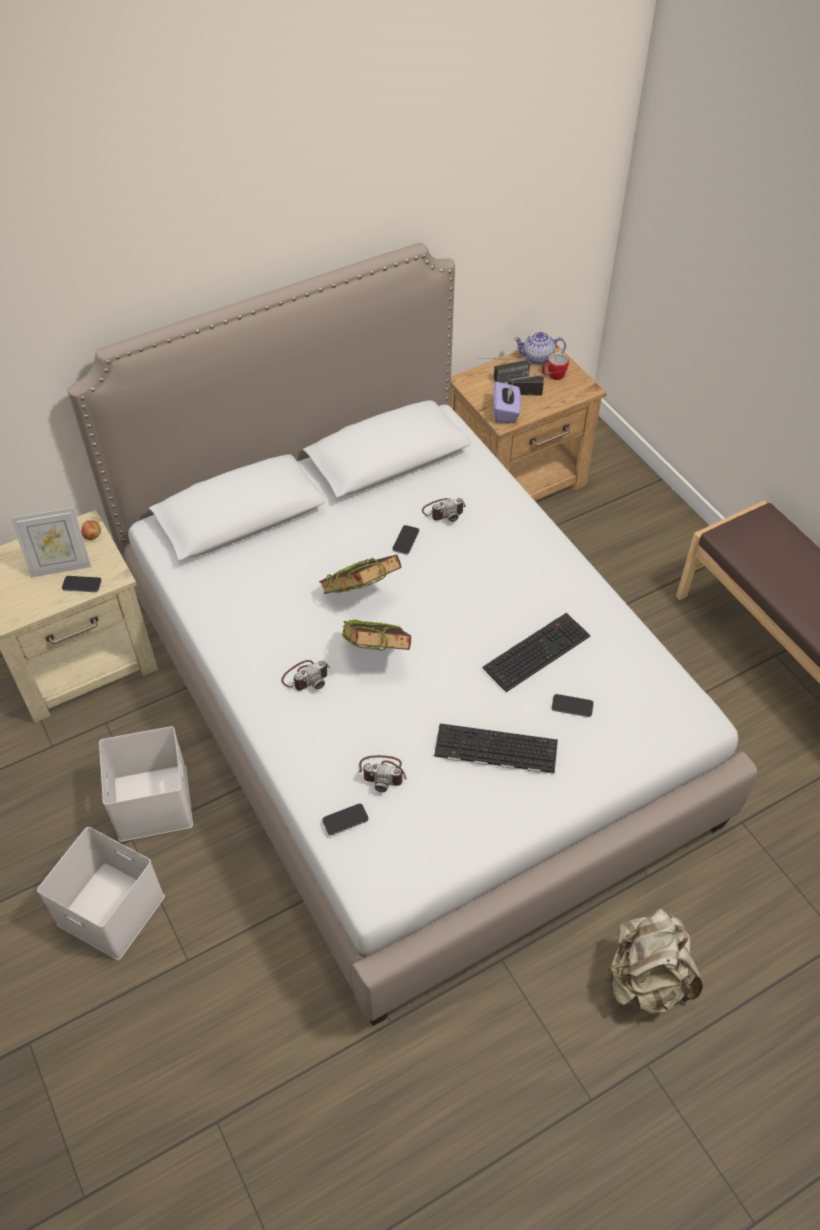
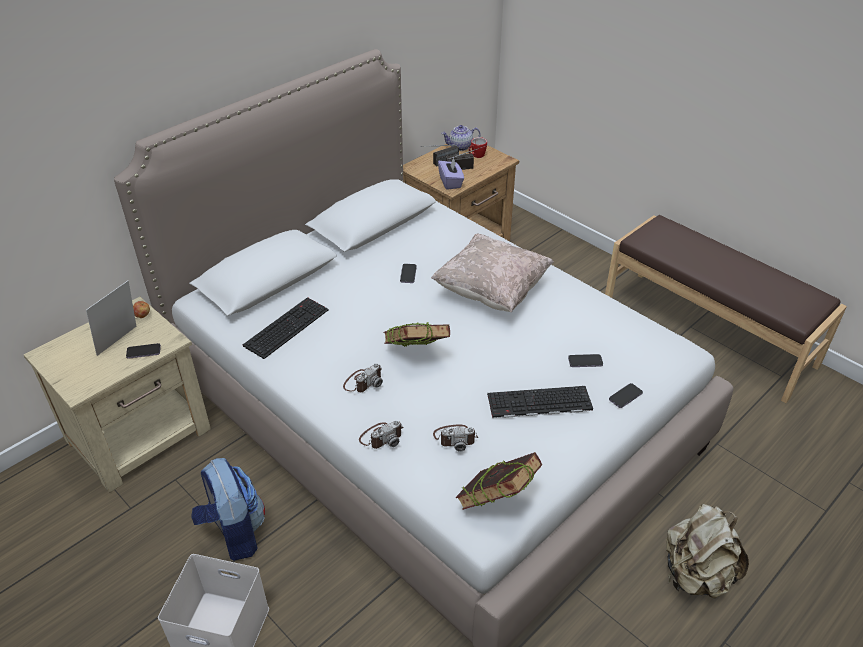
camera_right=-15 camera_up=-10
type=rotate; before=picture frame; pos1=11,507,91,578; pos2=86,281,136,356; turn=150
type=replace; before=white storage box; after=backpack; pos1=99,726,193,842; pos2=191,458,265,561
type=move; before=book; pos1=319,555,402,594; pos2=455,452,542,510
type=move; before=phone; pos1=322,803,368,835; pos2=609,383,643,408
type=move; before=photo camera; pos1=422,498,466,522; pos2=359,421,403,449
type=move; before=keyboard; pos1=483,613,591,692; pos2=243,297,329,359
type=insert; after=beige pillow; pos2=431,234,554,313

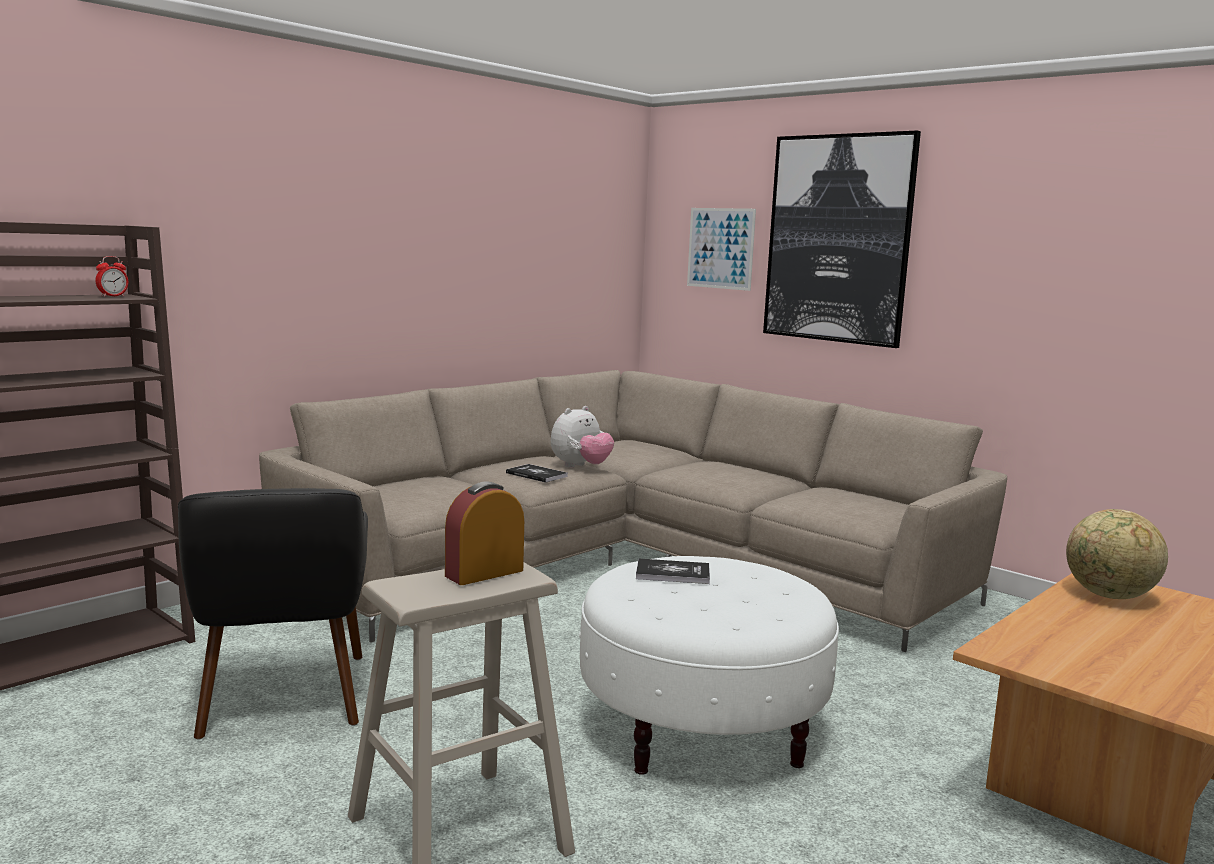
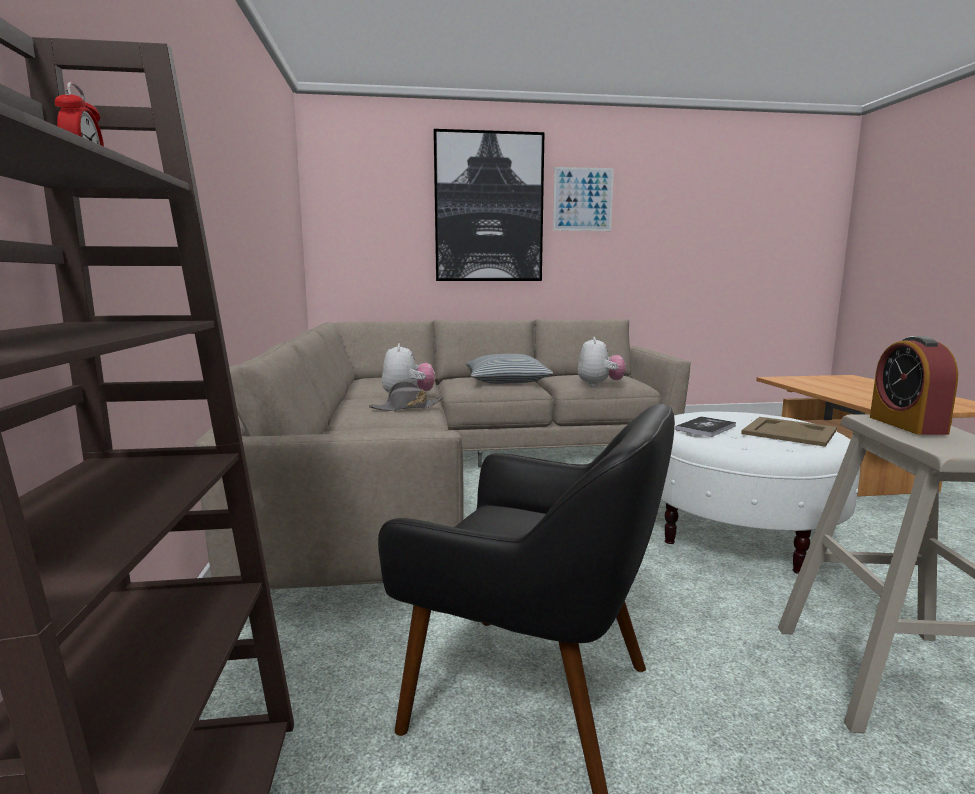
camera_right=-50 camera_up=0
type=replace; before=book; after=grey hat; pos1=506,464,568,483; pos2=369,381,443,411
type=move; before=picture; pos1=687,208,756,291; pos2=553,167,614,231
type=delete; before=globe; pos1=1066,509,1168,599
type=insert; after=pillow; pos2=466,354,553,384
type=insert; after=plush toy; pos2=577,337,626,387
type=insert; after=beige tray; pos2=741,417,837,447

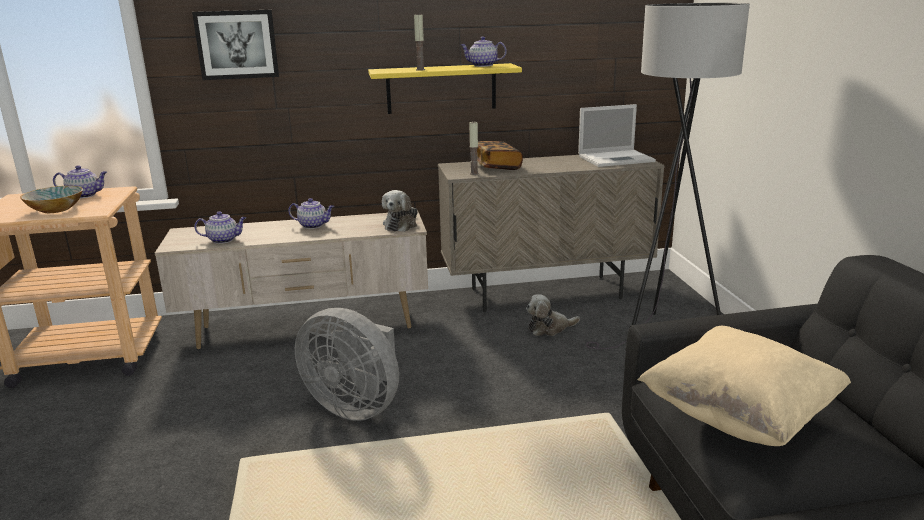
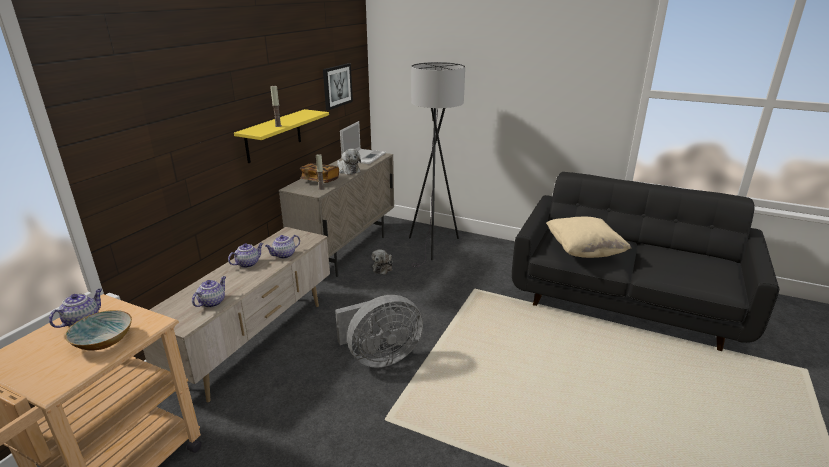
camera_right=-55 camera_up=5
type=move; before=picture; pos1=192,10,279,80; pos2=323,63,353,110
type=move; before=plush toy; pos1=382,190,418,232; pos2=337,149,361,174
type=move; before=teapot; pos1=461,37,507,67; pos2=265,235,300,259

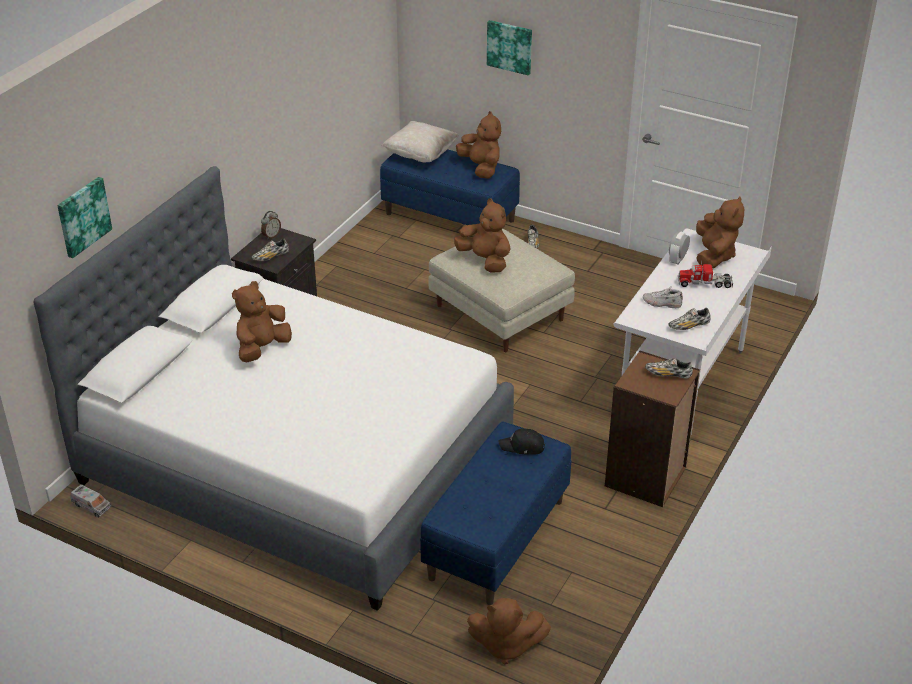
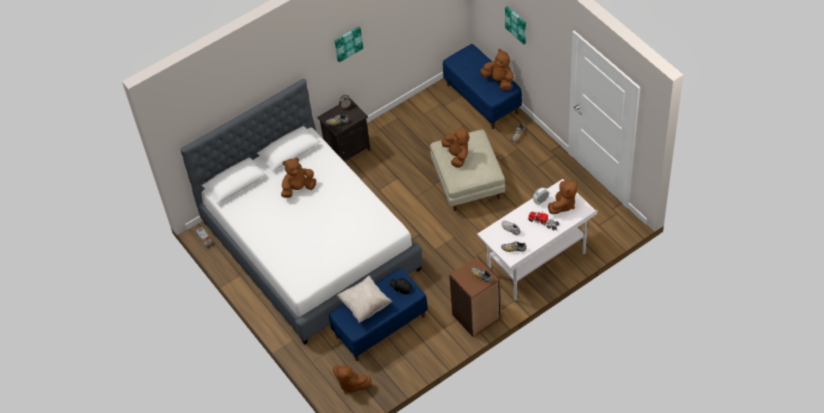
camera_right=30 camera_up=15
type=move; before=picture; pos1=57,177,112,258; pos2=334,27,363,62
type=move; before=beige pillow; pos1=382,121,459,163; pos2=337,276,393,323
type=rotate; before=brown plush toy; pos1=456,111,501,179; pos2=480,49,514,90; turn=-45

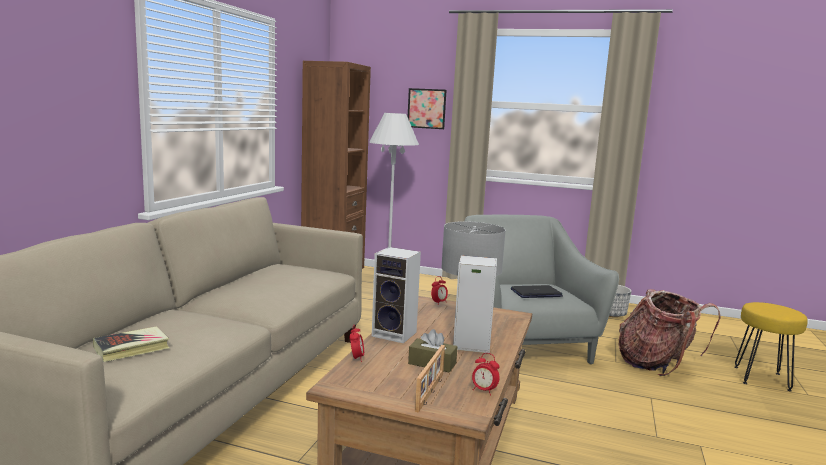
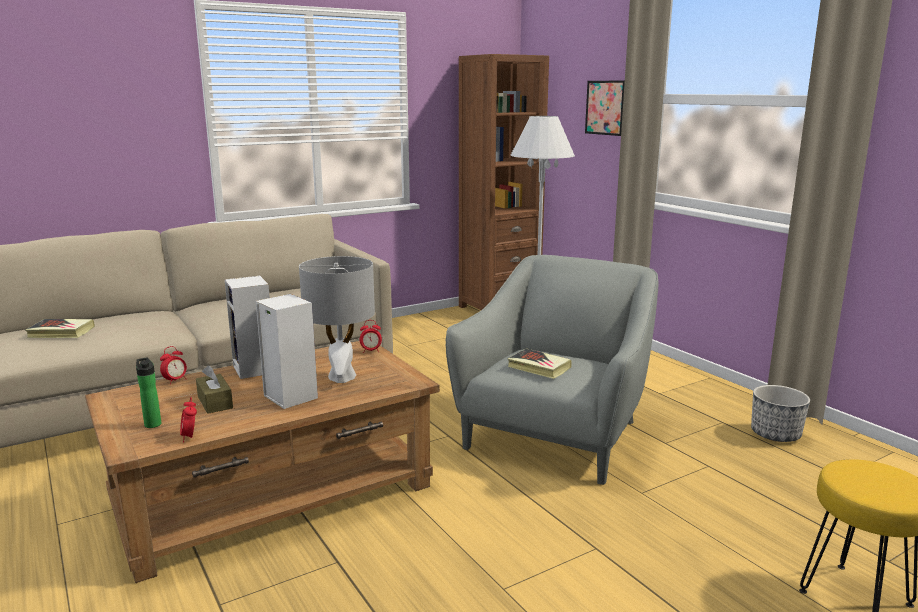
camera_right=40 camera_up=5
type=replace; before=picture frame; after=bottle; pos1=415,345,445,413; pos2=136,358,161,428
type=replace; before=laptop; after=book; pos1=511,285,563,298; pos2=508,348,572,379
type=delete; before=backpack; pos1=619,289,721,376

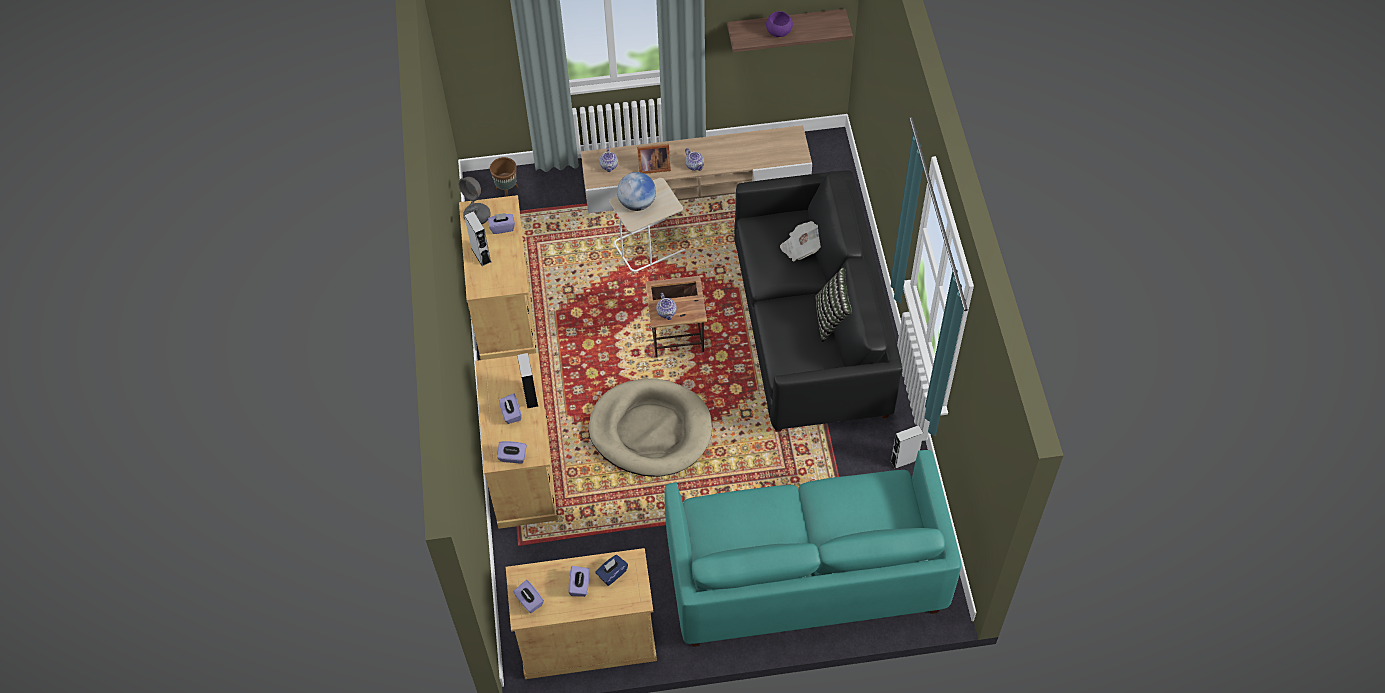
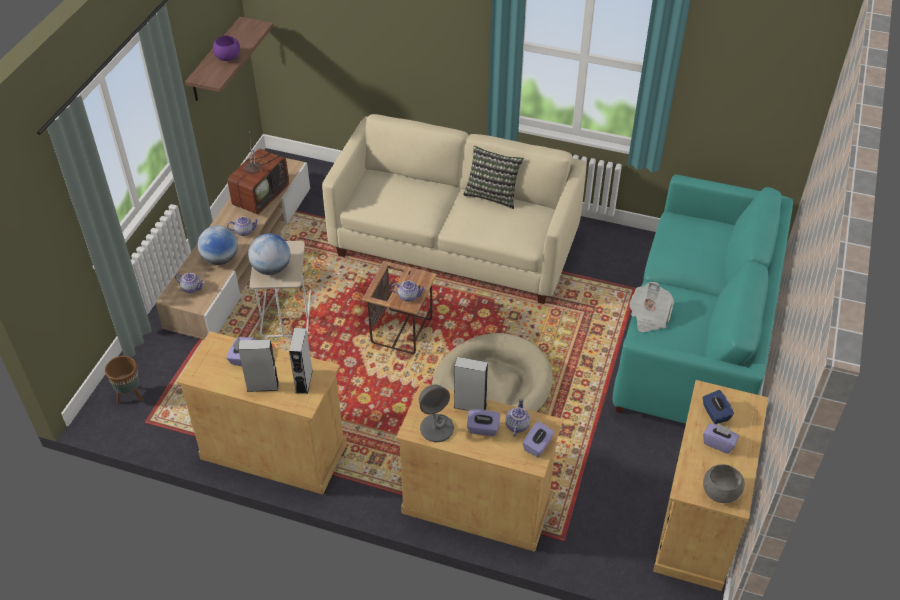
camera_right=-65 camera_up=-10
type=move; before=grey table lamp; pos1=458,177,490,224; pos2=419,384,454,442
type=replace; before=purple tissue box; after=grey bowl; pos1=513,580,544,613; pos2=703,464,745,503
type=replace; before=picture frame; after=globe; pos1=637,144,671,174; pos2=197,226,238,265
type=recolor; before=black sofa; after=beige sofa; pos1=734,170,902,432; pos2=322,114,586,304
type=move; before=newspaper; pos1=780,221,821,262; pos2=629,282,674,332
type=move; before=grey speaker; pos1=890,425,923,469; pos2=289,328,313,394
type=insert; after=television; pos2=227,138,289,215
type=insert; after=teapot; pos2=505,399,530,437

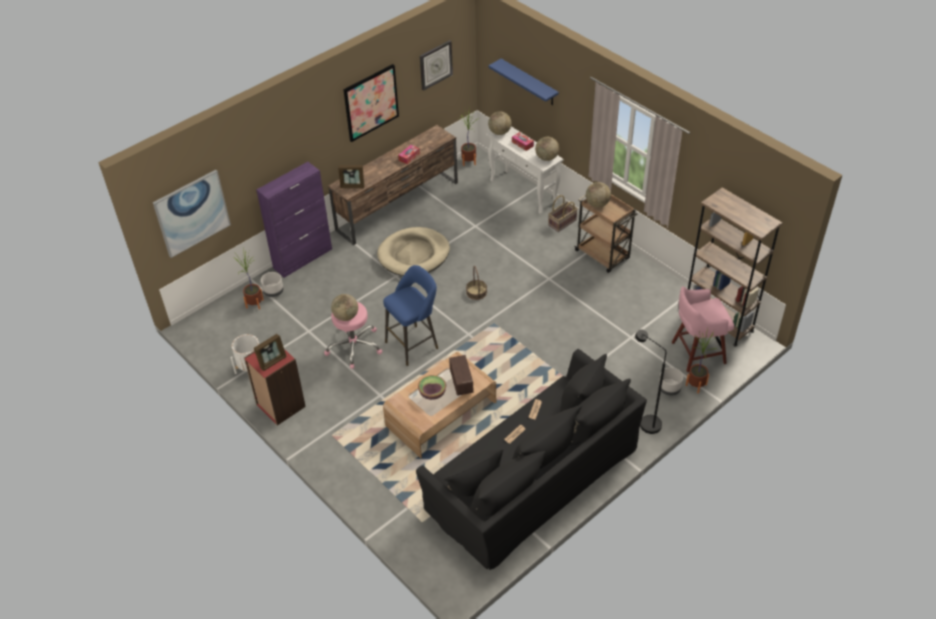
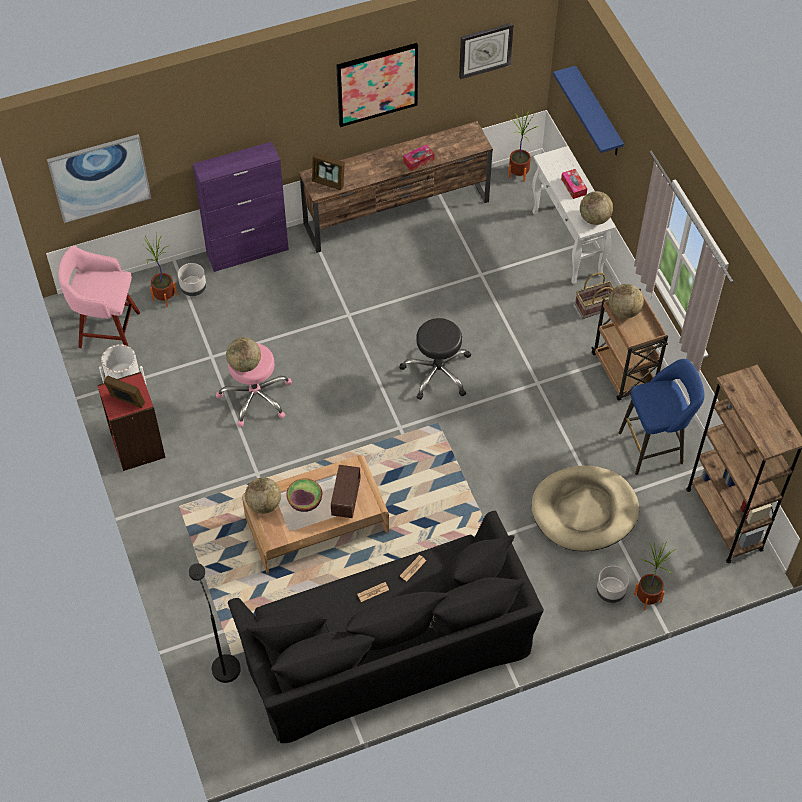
camera_right=20 camera_up=10
type=rotate; before=picture frame; pos1=254,334,287,371; pos2=104,375,145,408; turn=-135
type=move; before=beige dog bed; pos1=377,227,450,276; pos2=532,466,639,551
type=move; before=blue stool; pos1=383,265,438,366; pos2=619,359,705,475
type=replace; before=basket; after=black stool; pos1=466,266,487,300; pos2=399,318,471,400
type=move; before=globe; pos1=488,111,511,135; pos2=245,477,281,514
type=move; before=black floor lamp; pos1=635,329,666,434; pos2=189,563,241,683
type=move; before=pink stool; pos1=672,286,735,372; pos2=58,246,140,348

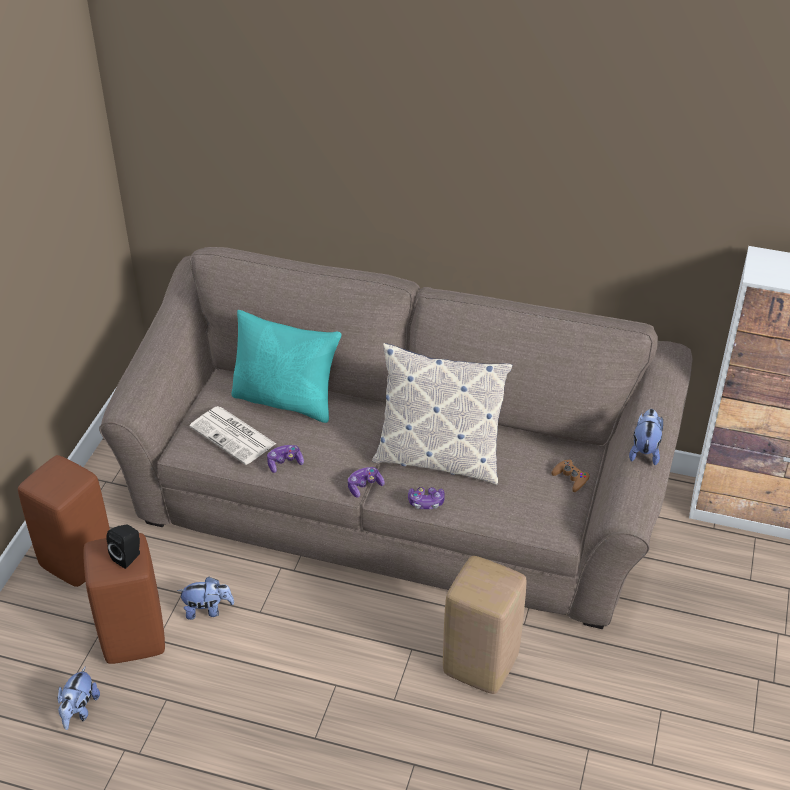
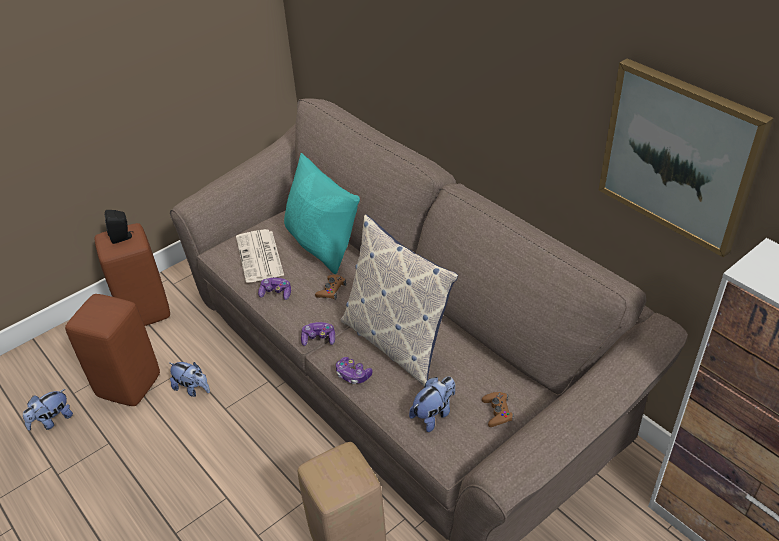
camera_right=35 camera_up=0
type=move; before=black speaker; pos1=106,524,140,569; pos2=105,210,133,244
type=move; before=plush toy; pos1=629,409,663,465; pos2=409,377,455,432
type=insert; after=brown game controller; pos2=315,275,346,299
type=insert; after=picture; pos2=599,58,773,258

